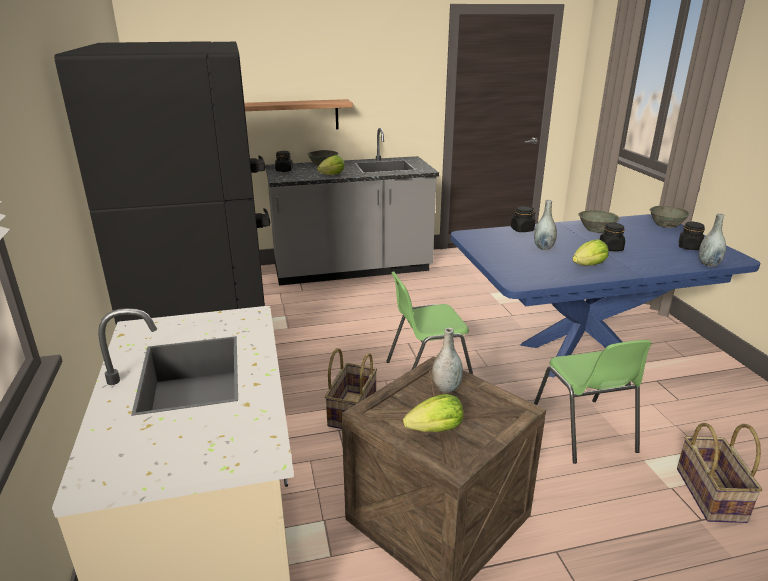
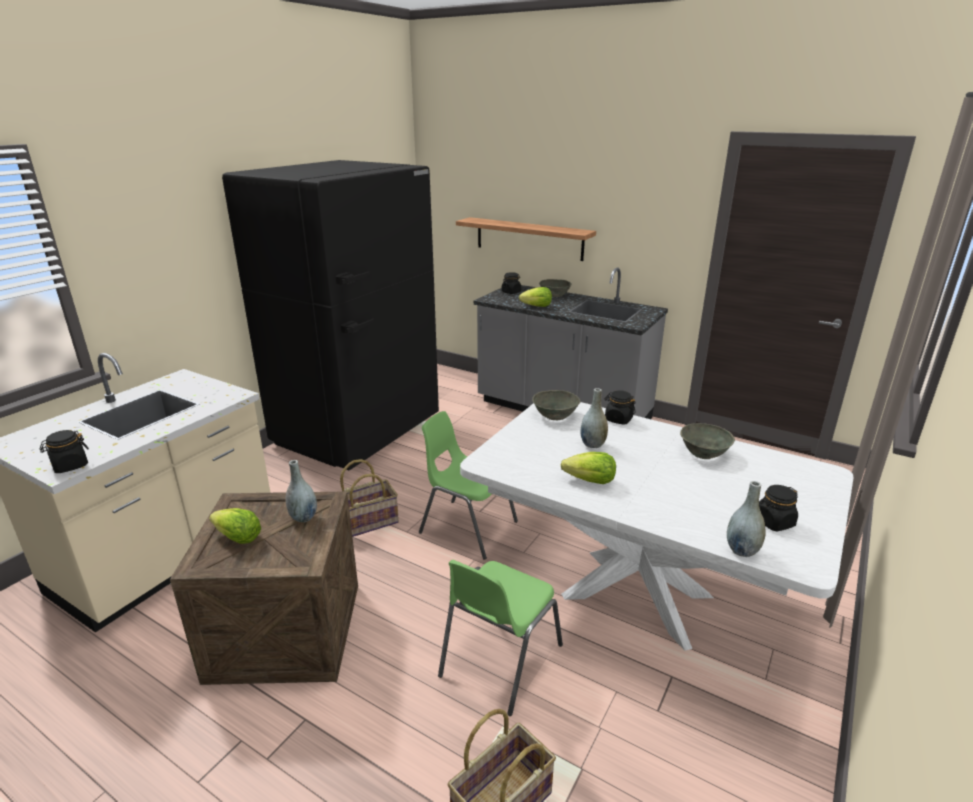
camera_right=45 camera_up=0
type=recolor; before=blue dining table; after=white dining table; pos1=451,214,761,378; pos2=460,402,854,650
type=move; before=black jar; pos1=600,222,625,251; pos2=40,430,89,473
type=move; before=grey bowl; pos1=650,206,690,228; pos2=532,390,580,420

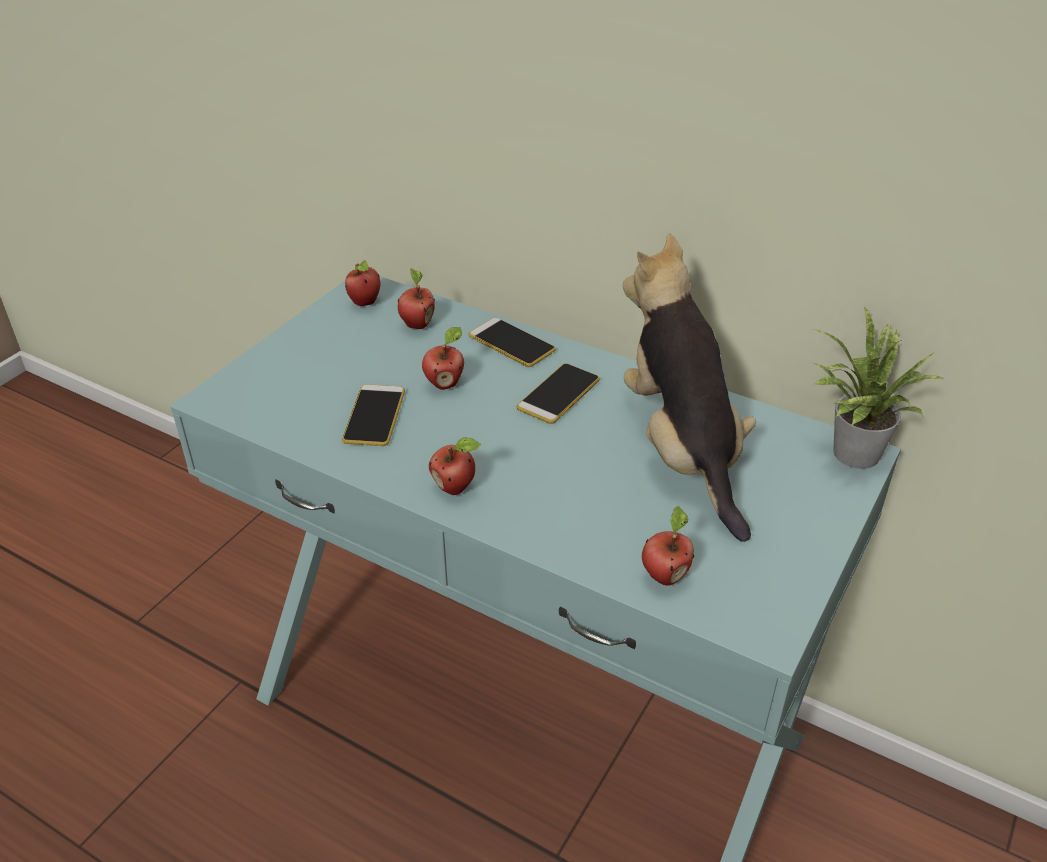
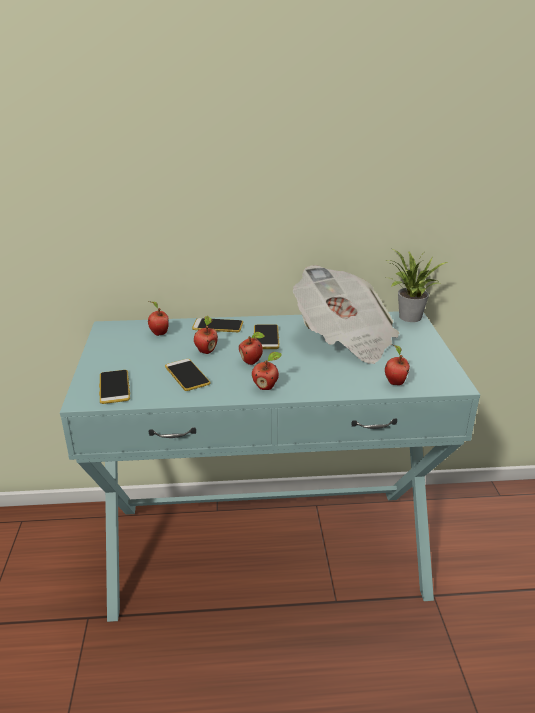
camera_right=-35 camera_up=-10
type=move; before=apple; pos1=345,260,380,306; pos2=239,332,265,365
type=replace; before=plush toy; after=newspaper; pos1=623,233,756,542; pos2=293,265,399,364
type=insert; after=phone; pos2=99,370,130,404

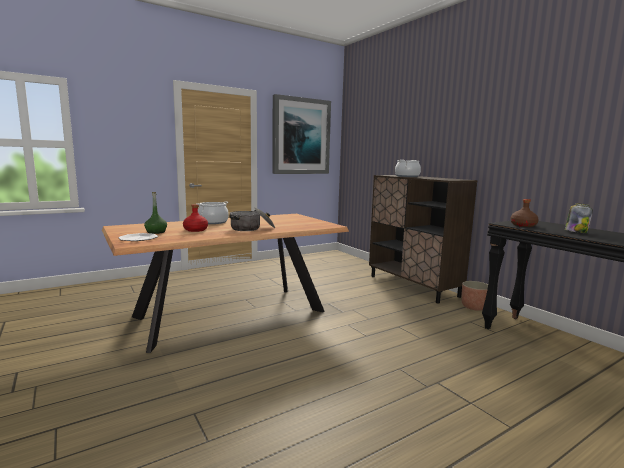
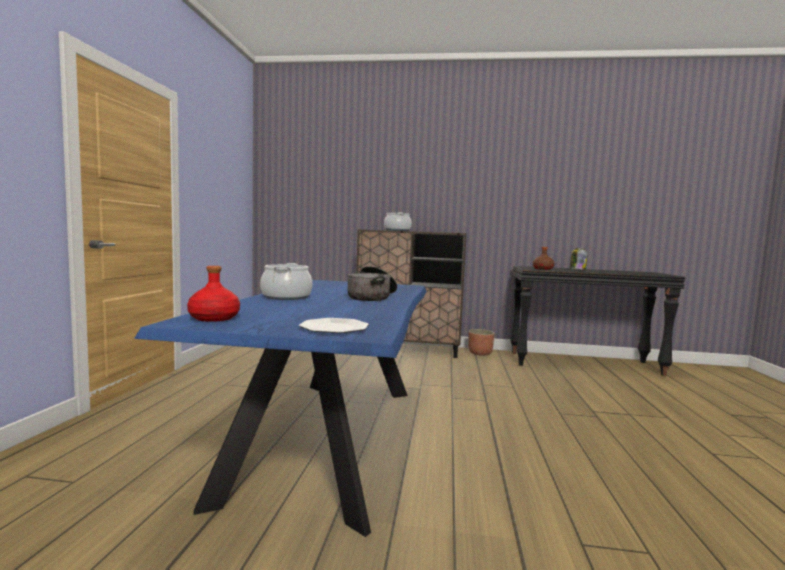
camera_right=-50 camera_up=-5
type=recolor; before=brown dining table; after=blue dining table; pos1=102,214,349,353; pos2=134,280,426,537
type=delete; before=green bottle; pos1=144,192,167,234
type=move; before=red bottle; pos1=183,204,208,232; pos2=187,266,240,322
type=delete; before=picture; pos1=272,94,331,174

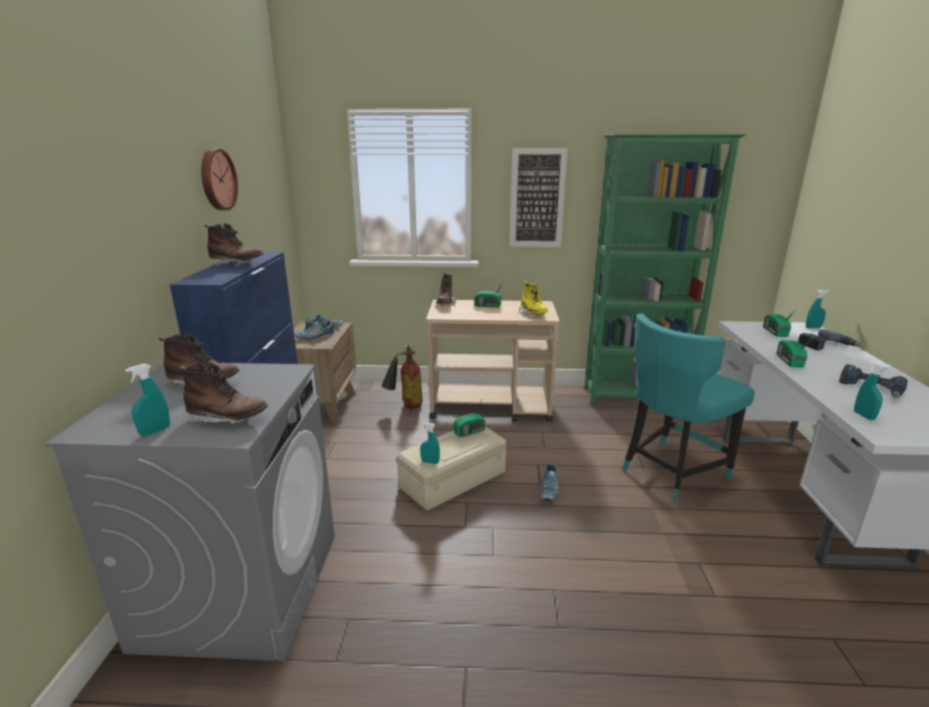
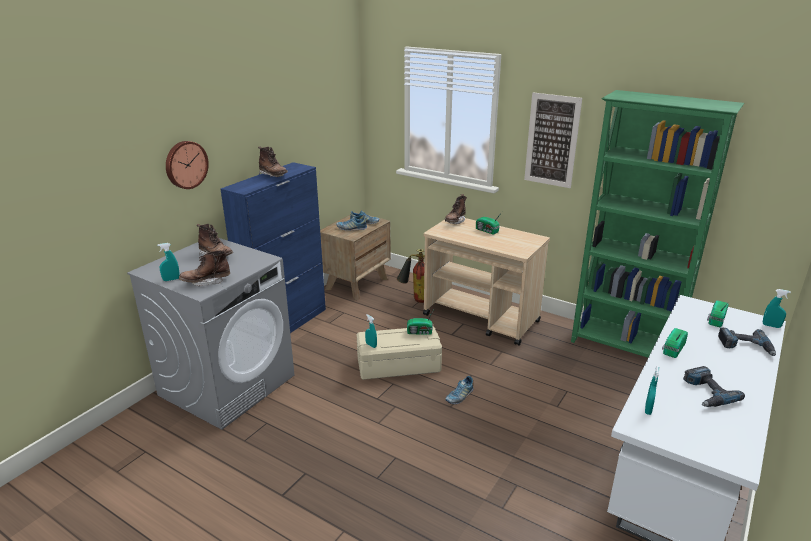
camera_right=30 camera_up=5
type=rotate; before=brown boot; pos1=179,362,268,425; pos2=179,249,230,286; turn=120
type=move; before=wall clock; pos1=201,149,238,210; pos2=166,141,209,189
type=delete; before=yellow boot; pos1=519,281,548,316
type=delete; before=turquoise chair; pos1=622,314,754,502

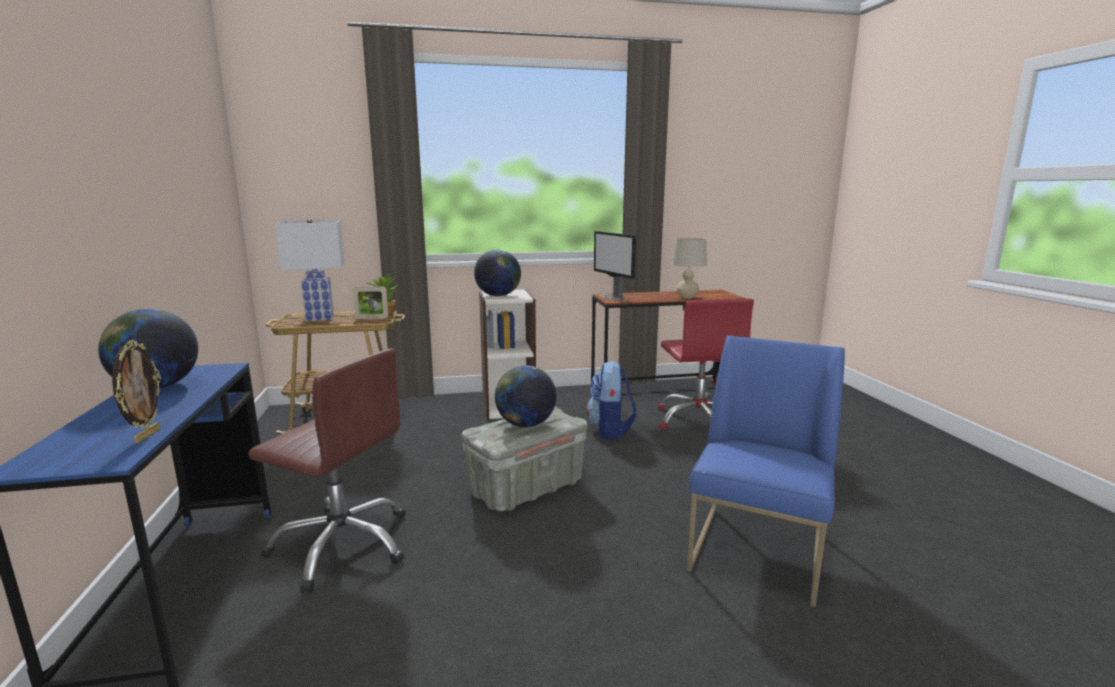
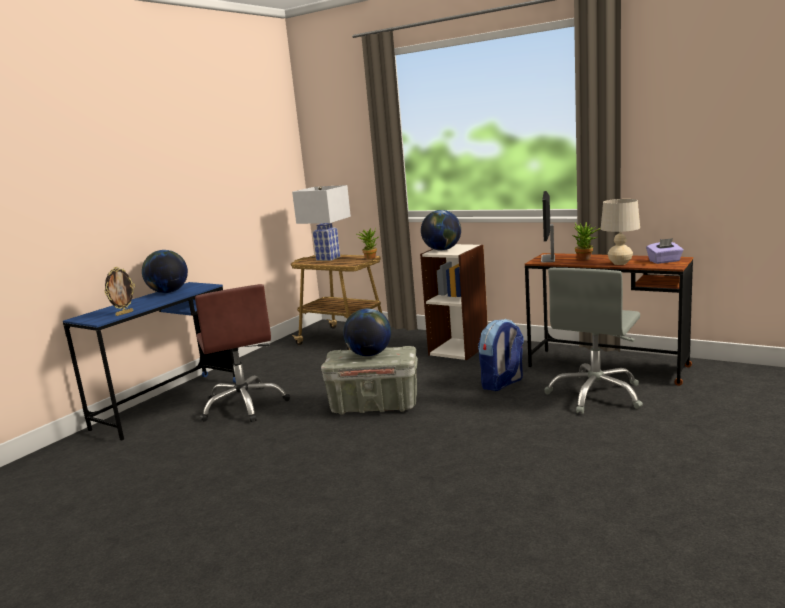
camera_right=45 camera_up=0
type=delete; before=picture frame; pos1=353,286,389,319
type=recolor; before=red office chair; after=grey office chair; pos1=658,298,754,430; pos2=544,268,643,414
type=delete; before=blue chair; pos1=687,335,845,607
type=insert; after=potted plant; pos2=573,222,600,260
type=insert; after=purple tissue box; pos2=646,238,683,264

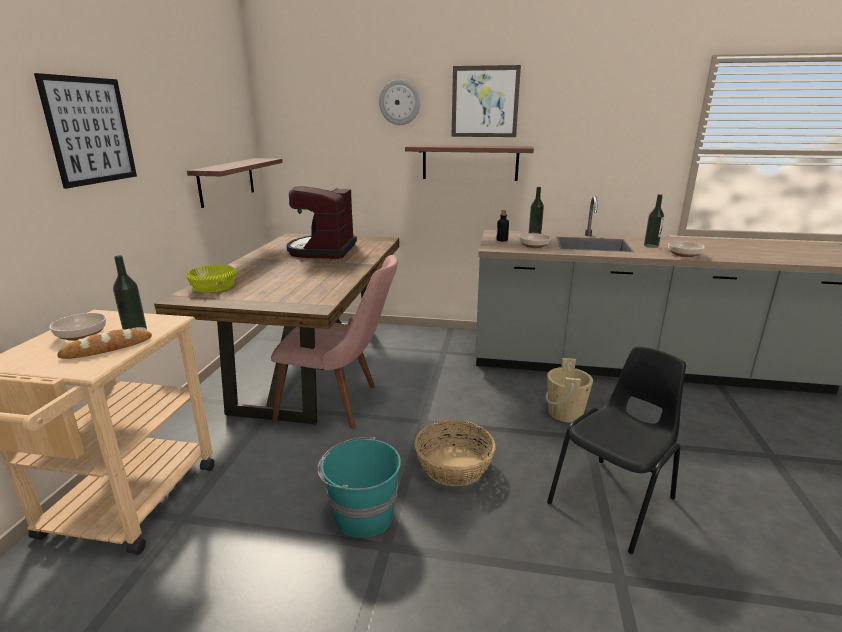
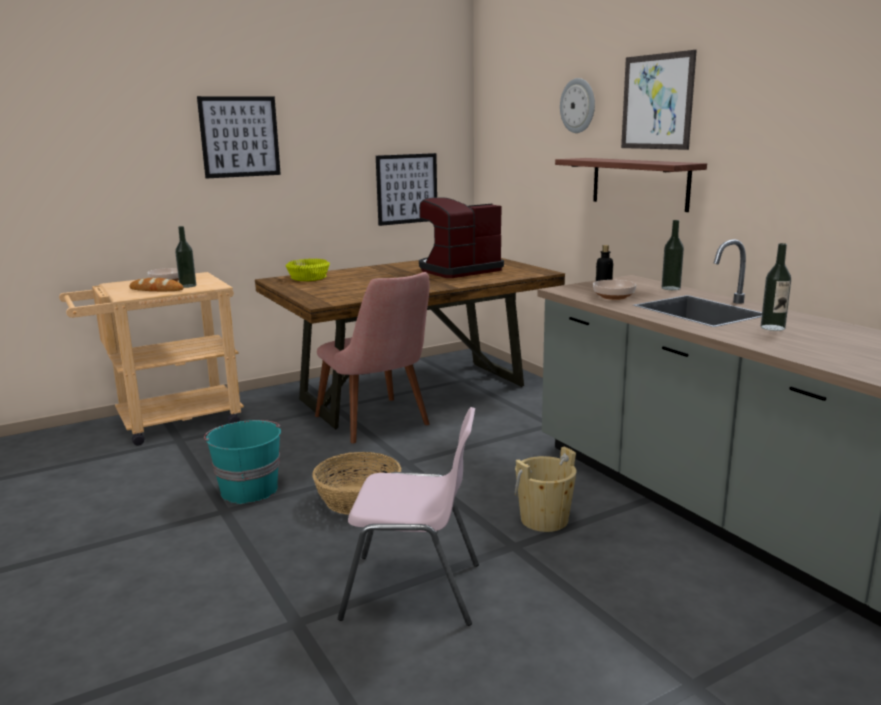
camera_right=50 camera_up=-5
type=replace; before=shelf; after=picture; pos1=187,158,283,208; pos2=376,153,437,226
type=recolor; before=black chair; after=pink chair; pos1=547,346,686,554; pos2=338,407,479,626
type=delete; before=bowl; pos1=668,241,705,258

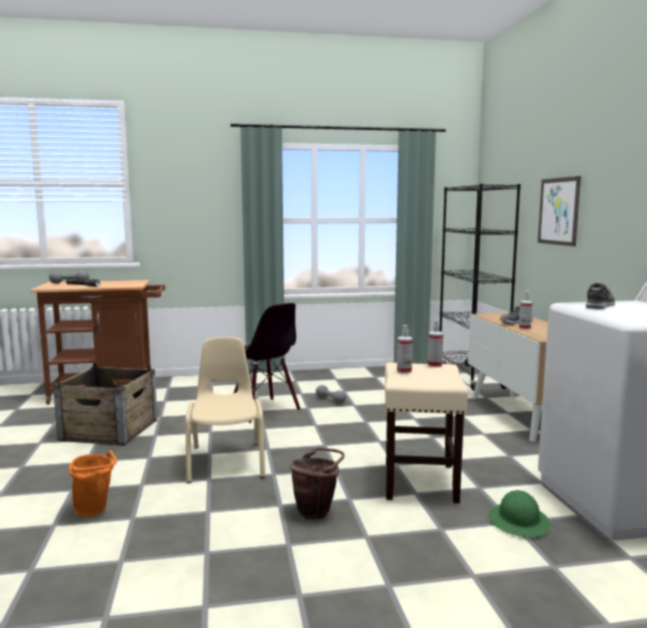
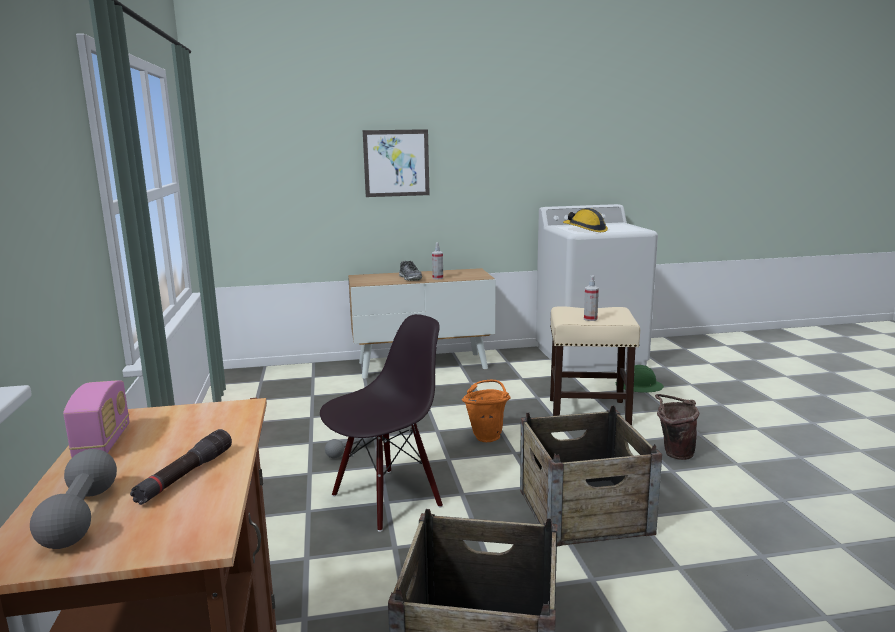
camera_right=-90 camera_up=5
type=move; before=orange bucket; pos1=69,450,117,517; pos2=462,380,510,442
type=replace; before=beige chair; after=crate; pos1=185,337,265,483; pos2=520,406,662,546
type=delete; before=spray bottle; pos1=428,320,443,367
type=delete; before=black bookcase; pos1=439,184,521,390
type=replace; before=shoe; after=hard hat; pos1=585,283,615,310; pos2=563,208,608,232
type=insert; after=radio; pos2=63,380,130,457

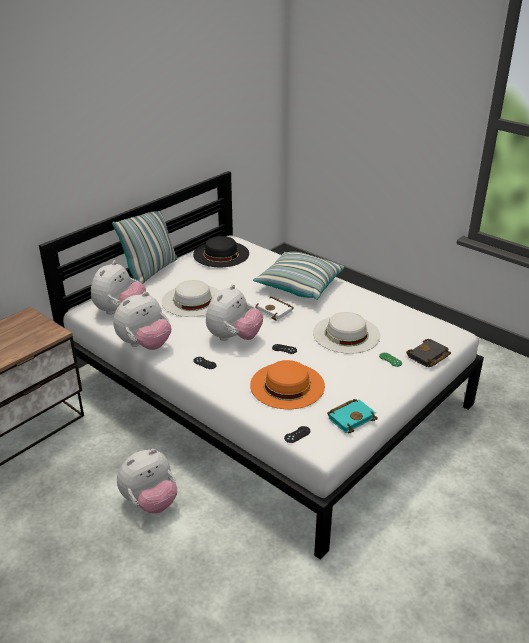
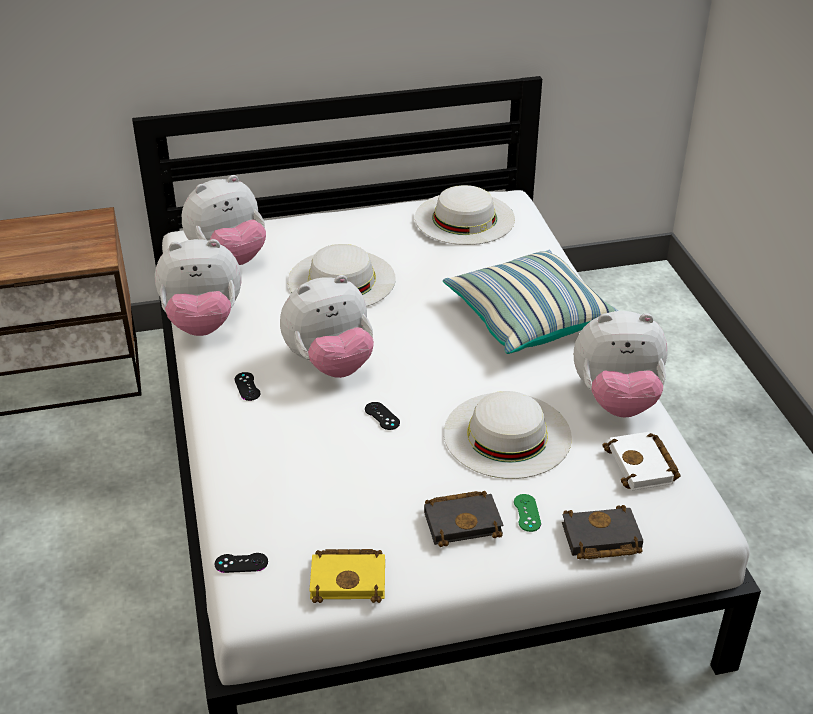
camera_right=35 camera_up=5
type=delete; before=pillow; pos1=112,199,178,284
type=move; before=plush toy; pos1=117,449,177,513; pos2=574,311,668,417
type=recolor; before=black hat; after=white hat; pos1=193,236,249,267; pos2=415,185,515,245
type=delete; before=orange hat; pos1=250,360,325,409
type=move; before=white book; pos1=254,296,293,321; pos2=603,432,681,490
type=recolor; before=turquoise book; after=yellow book; pos1=327,399,378,434; pos2=309,549,385,603
type=insert; after=black book; pos2=424,491,504,547

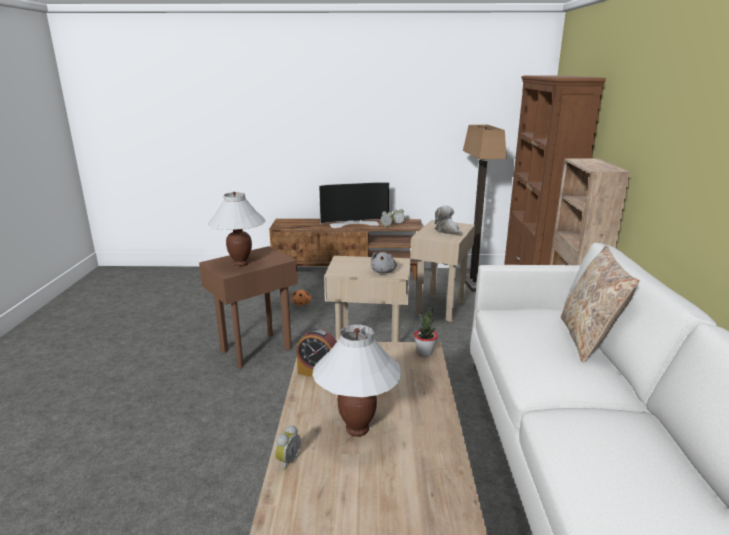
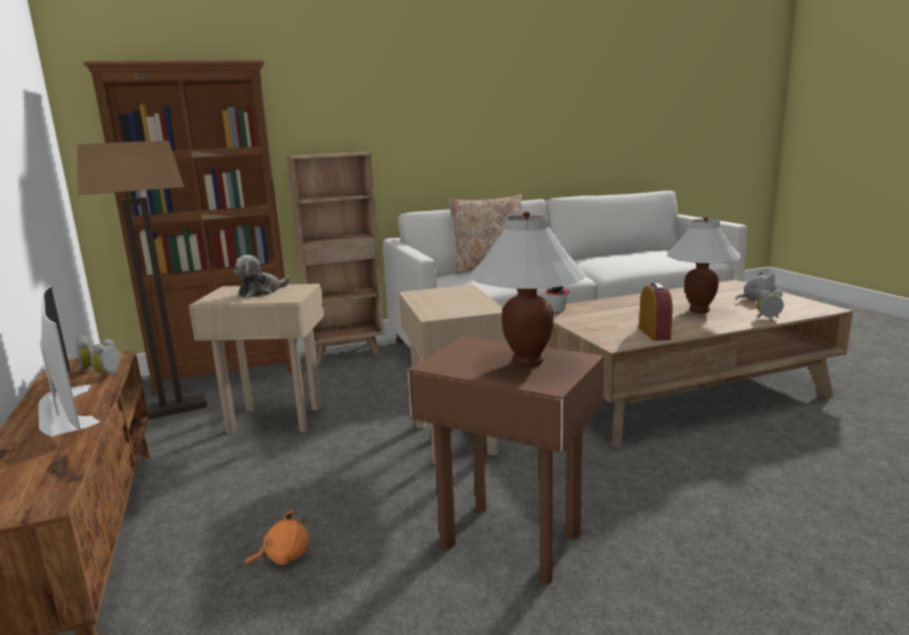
camera_right=-110 camera_up=-5
type=move; before=grey plush toy; pos1=371,252,397,274; pos2=736,272,777,300

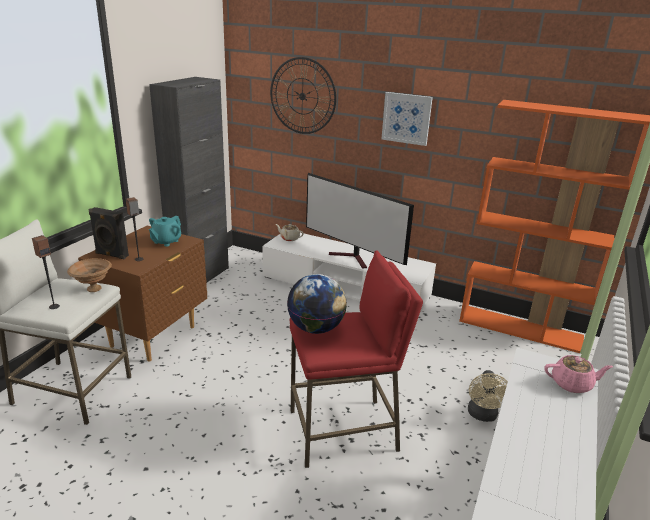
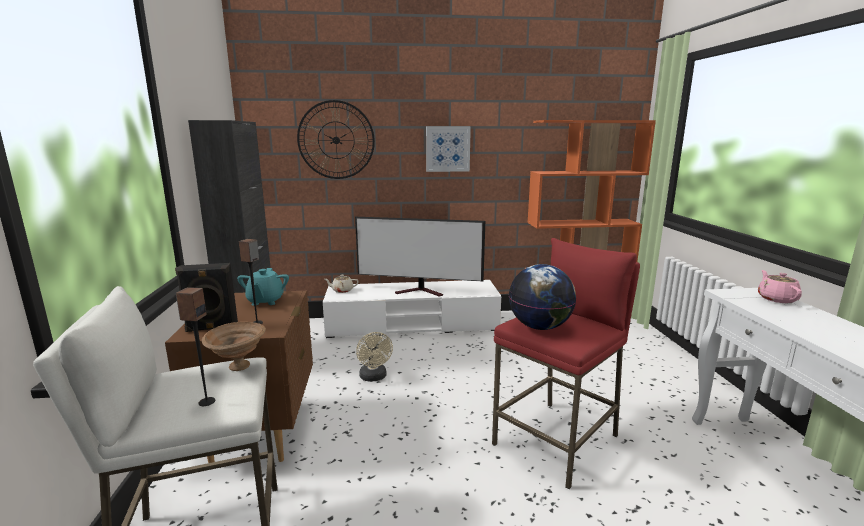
camera_right=-30 camera_up=-10
type=move; before=beige fan; pos1=468,370,508,422; pos2=356,332,393,382
type=rotate; before=pink teapot; pos1=544,355,613,393; pos2=758,270,802,303; turn=-60

